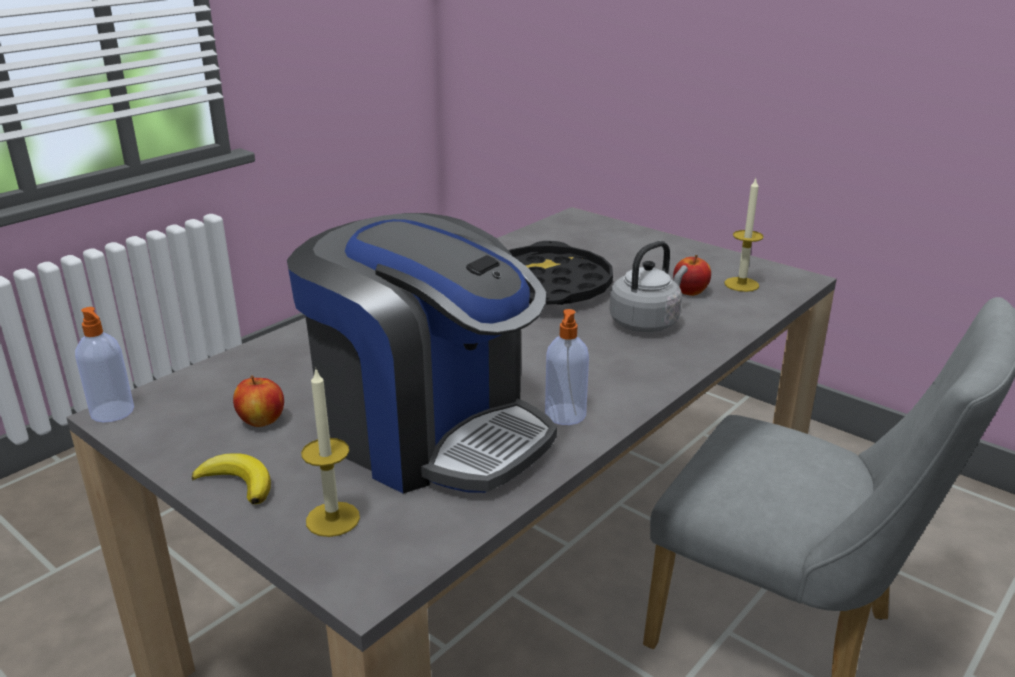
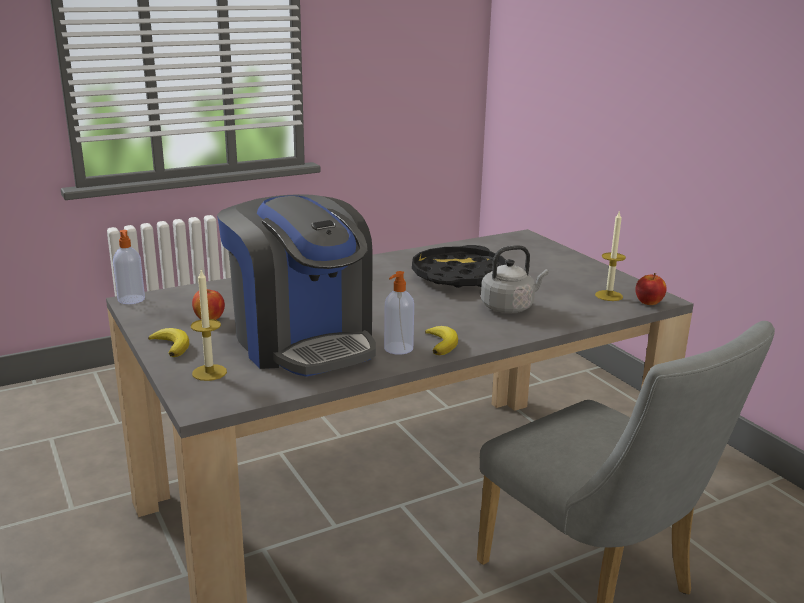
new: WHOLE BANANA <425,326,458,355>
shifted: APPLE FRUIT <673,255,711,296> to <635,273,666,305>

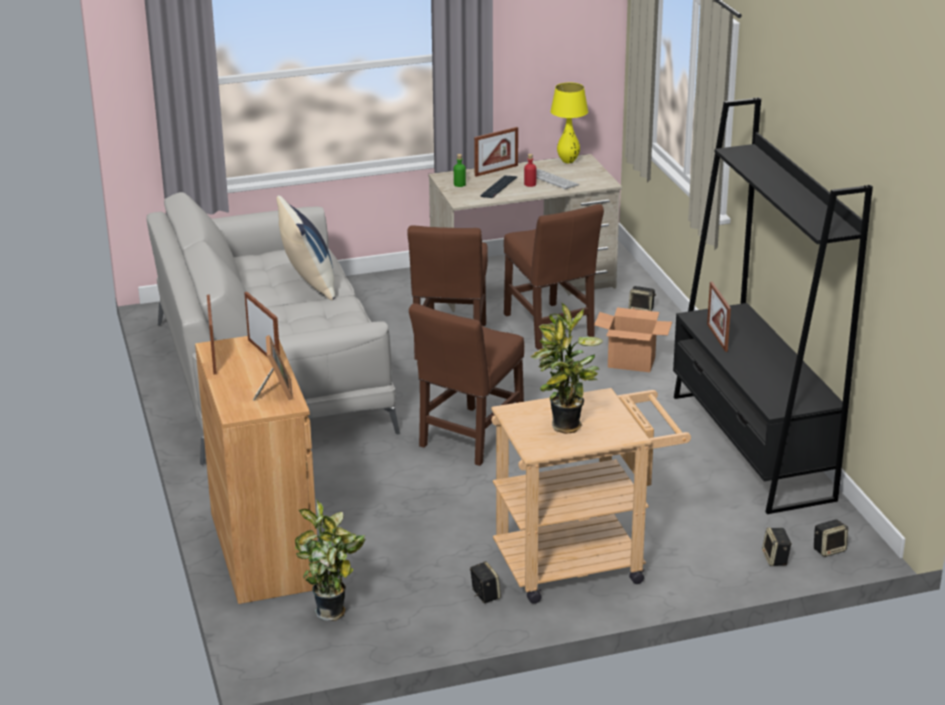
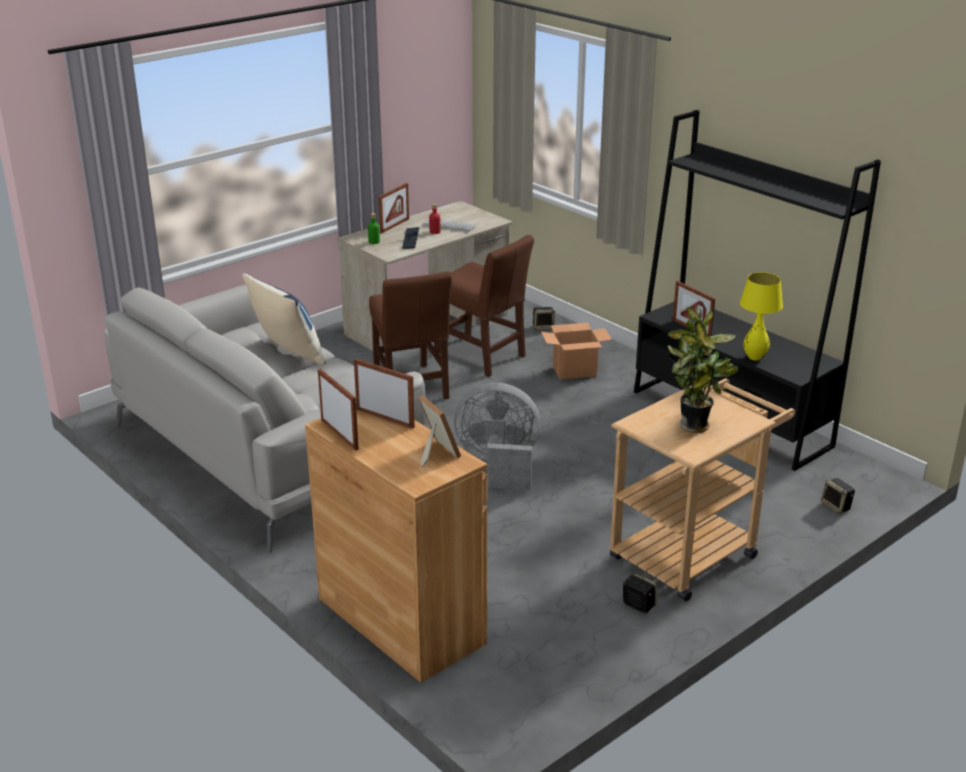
gone: PLANT IN A POT <295,500,365,621>; SPEAKER <814,519,848,557>
shifted: YELLOWISH TABLE LAMP <550,83,588,163> to <740,272,783,361>
swapped: BROWN-COLOURED CHAIR <409,303,524,466> to GREYISH ELECTRIC FAN <454,383,541,490>

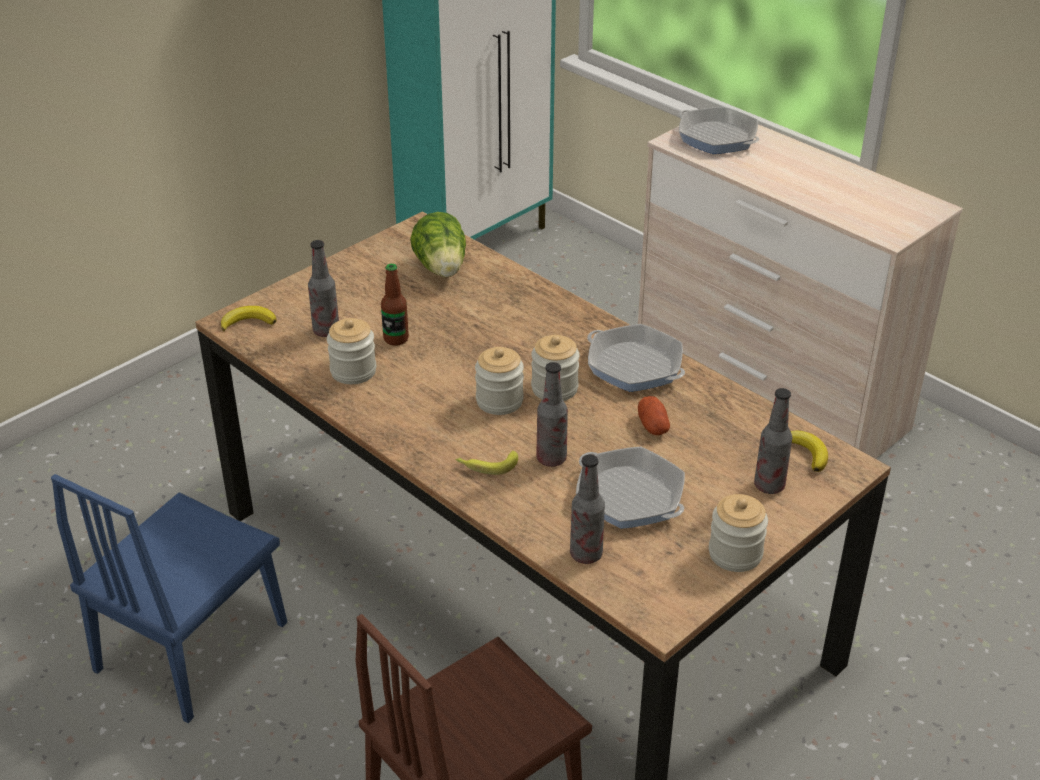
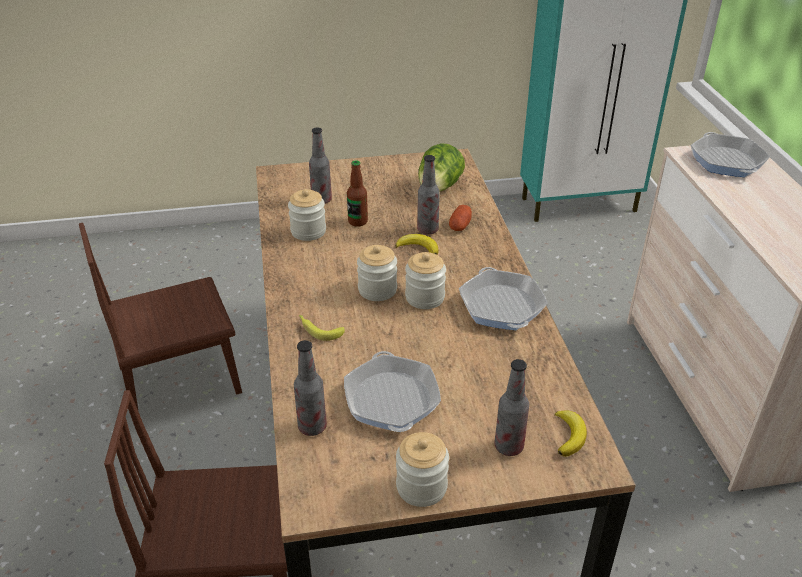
shifted: WHOLE BANANA <221,306,277,331> to <395,234,439,255>; DRINK BOTTLE <536,362,568,467> to <417,155,440,235>; POTATO <638,396,670,435> to <449,205,472,231>
repainted: BLUISH CHAIR <51,474,287,723> to BROWN-COLOURED CHAIR <79,223,242,412>

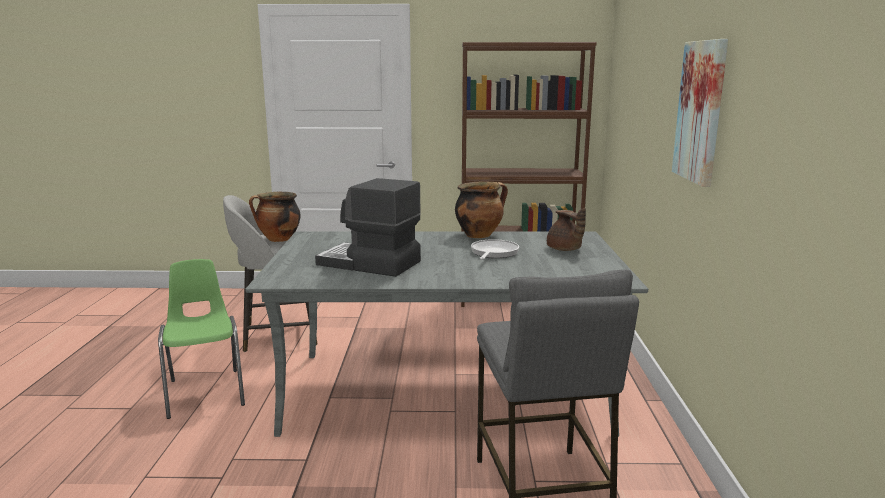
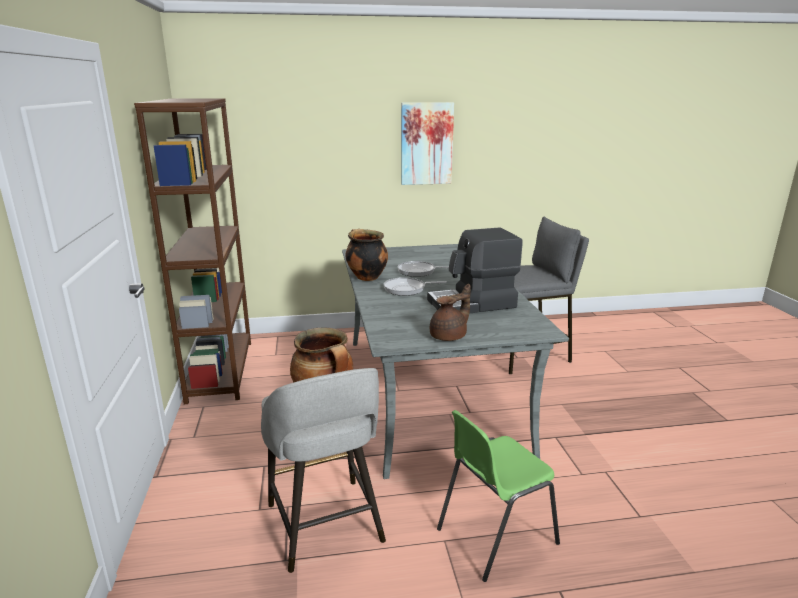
new: PAN <384,277,447,296>
shifted: BROWN-COLOURED TEAPOT <547,208,586,251> to <430,284,471,341>
rotated: COFFEE MAKER <315,178,421,277> = <427,228,523,313> 60 degrees clockwise

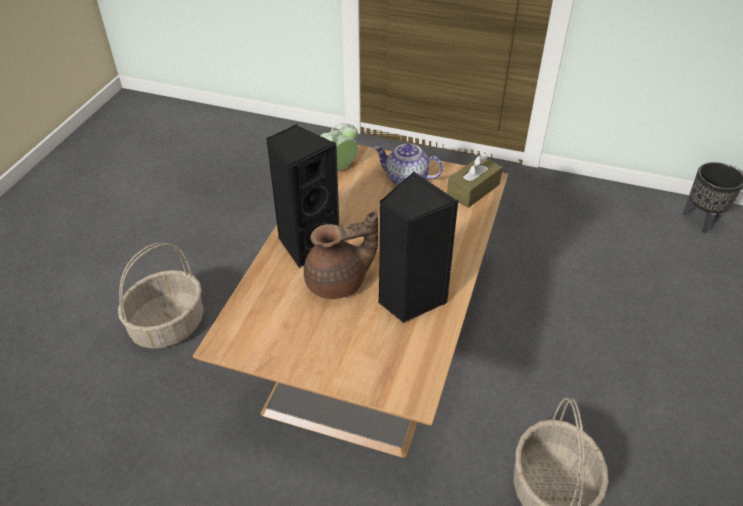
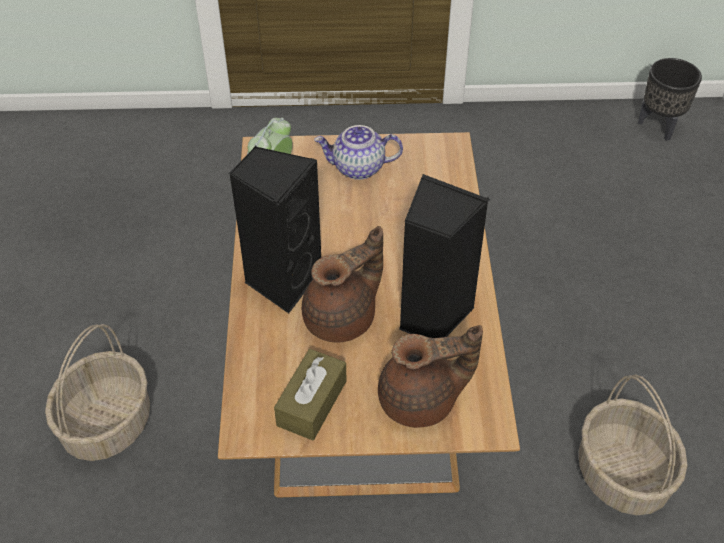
new: BROWN-COLOURED TEAPOT <378,325,483,428>
shifted: BROWN-COLOURED TISSUE HOLDER <447,153,503,208> to <274,349,347,440>

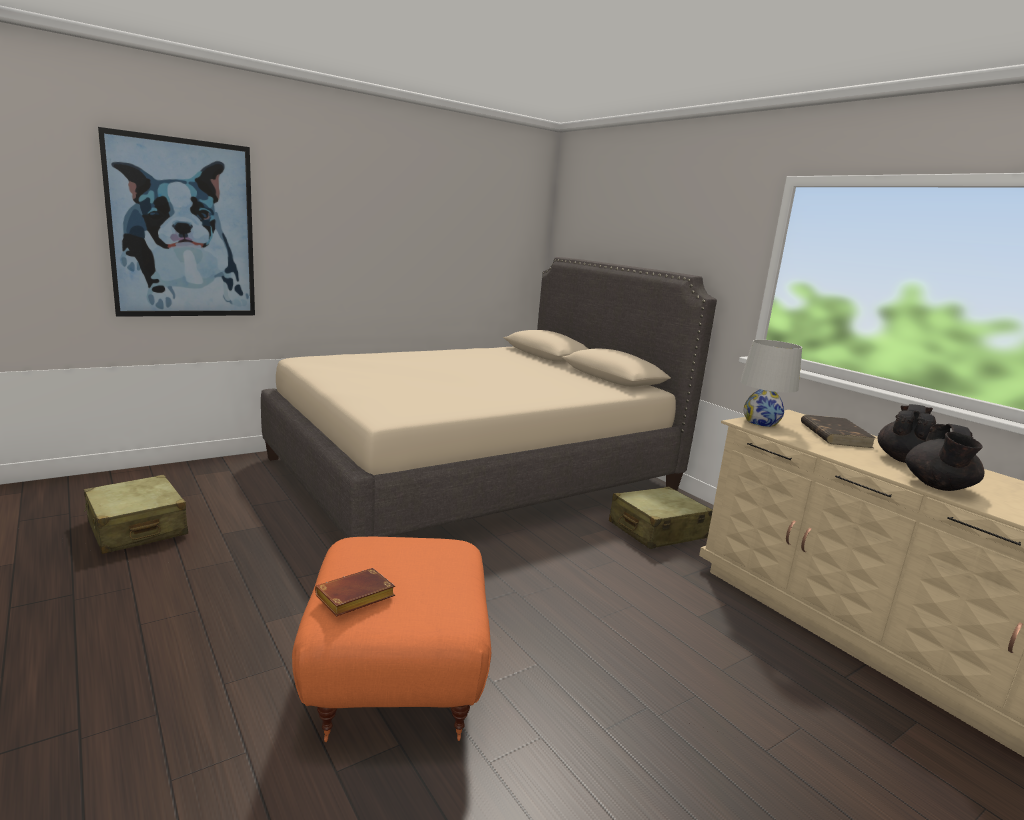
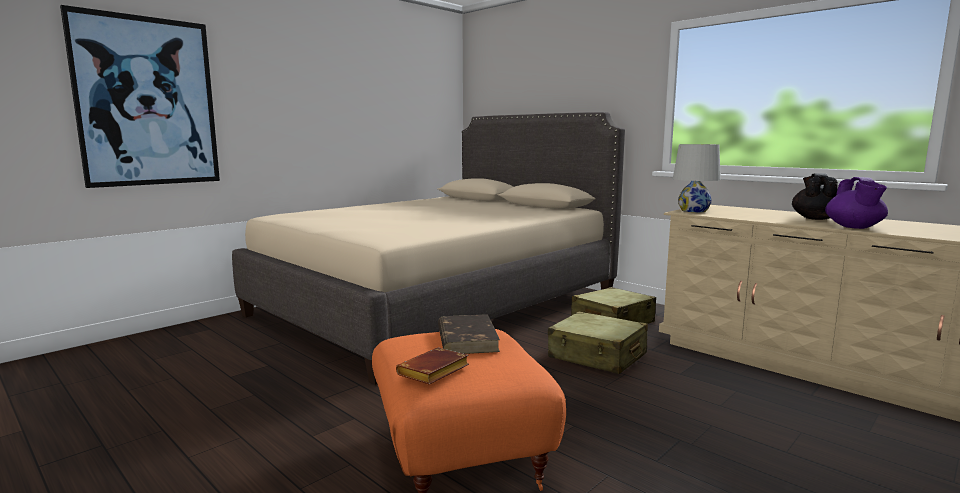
shifted: BROWN-COLOURED VOLUME <801,415,876,448> to <438,314,500,354>; SAND-COLOURED PIECE OF LUGGAGE <84,475,188,554> to <548,312,648,374>
repainted: BLACK-COLOURED TEAPOT <905,424,985,491> to PURPLISH TEAPOT <825,177,888,229>

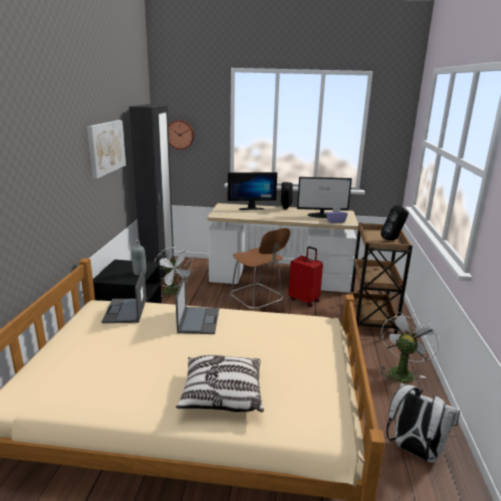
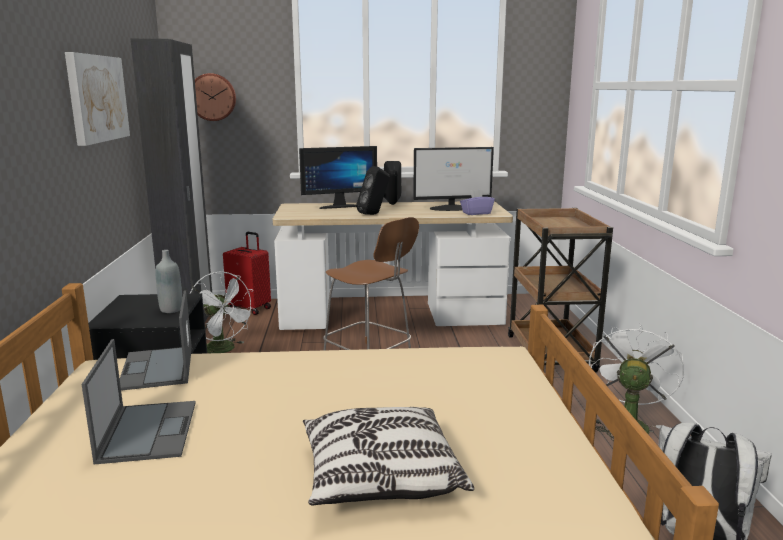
shifted: NOTEBOOK COMPUTER <176,276,219,334> to <82,339,196,464>; RED PIECE OF LUGGAGE <289,246,323,307> to <223,232,271,315>; BLACK-COLOURED SPEAKER <381,205,409,240> to <356,166,390,215>

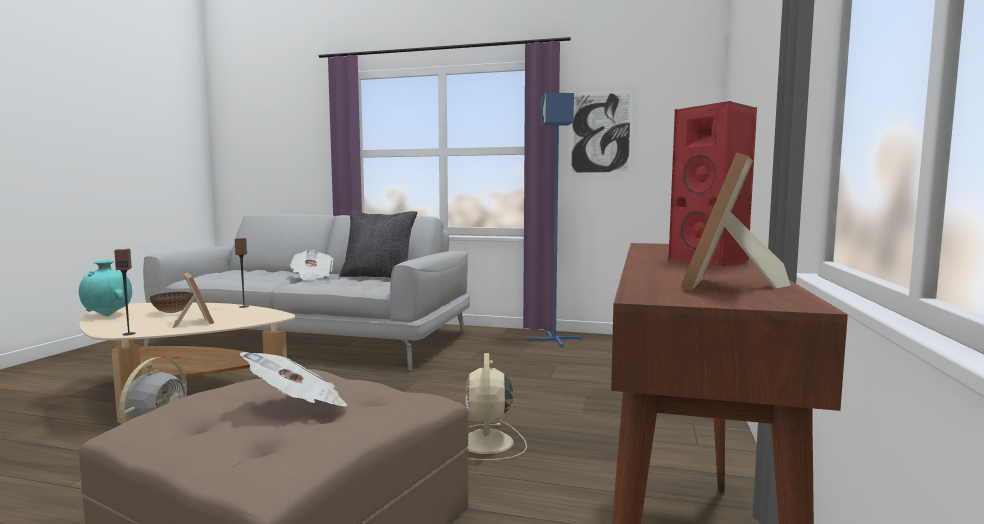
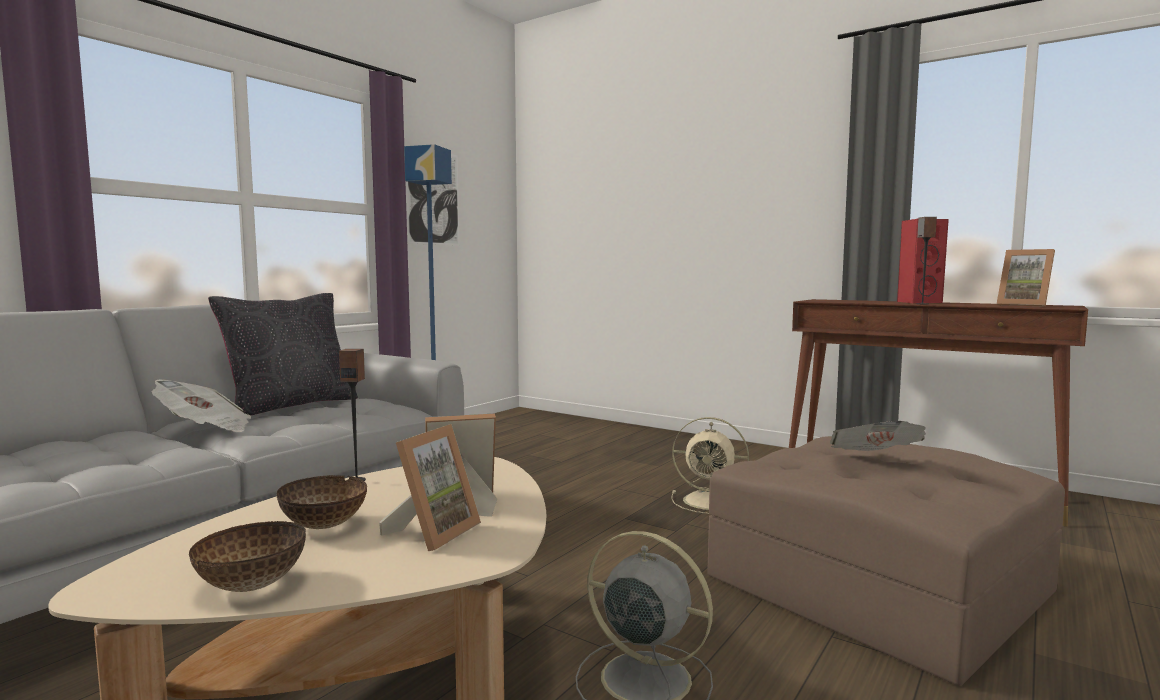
new: PICTURE FRAME <379,424,481,551>
shifted: SPEAKER <114,249,135,335> to <916,217,937,304>
swapped: TURQUOISE-COLOURED VASE <79,260,132,316> to SERVING BOWL <189,521,306,592>

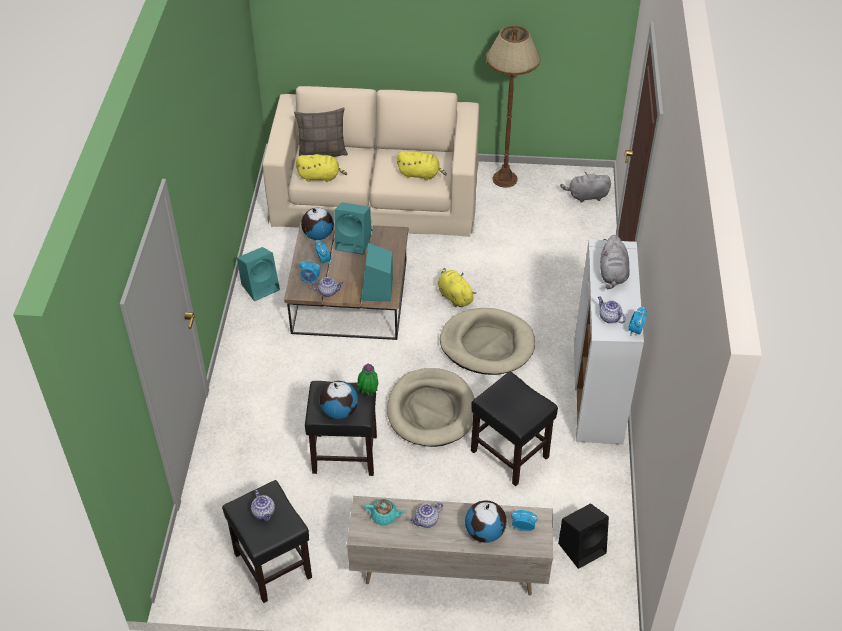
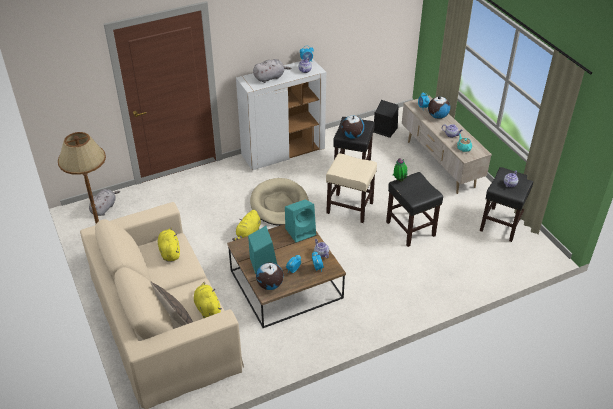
gone: TURQUOISE-COLOURED SPEAKER <237,247,280,301>
shifted: WORLD GLOBE <320,381,358,419> to <341,115,364,139>
swapped: SAND-COLOURED PET BED <387,368,475,447> to SAND-COLOURED STOOL SEAT <326,153,377,223>
rotated: GREYISH SOFT TOY <560,172,611,203> = <89,189,120,216> 120 degrees counterclockwise

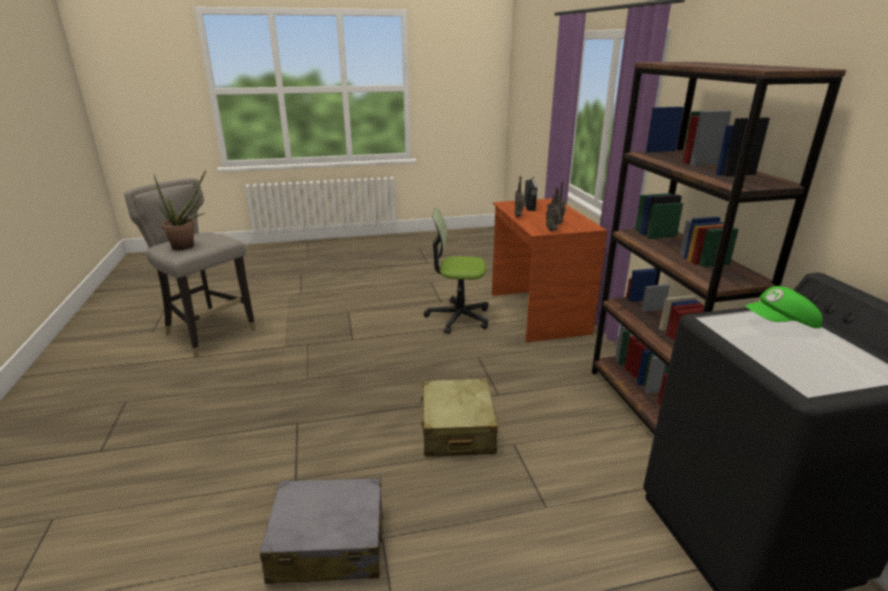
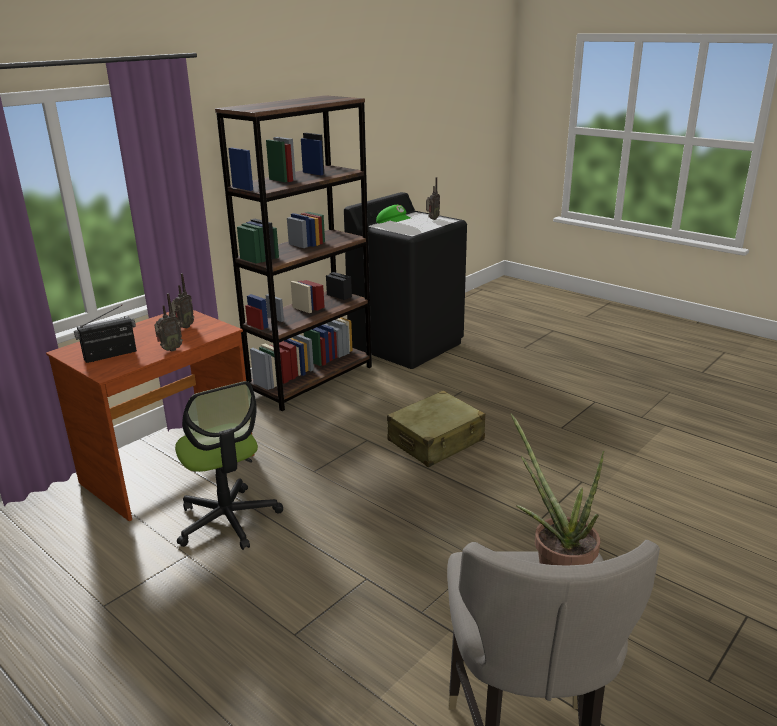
gone: GREYISH PIECE OF LUGGAGE <260,478,383,584>
shifted: RADIO RECEIVER <546,187,561,232> to <426,177,440,220>

